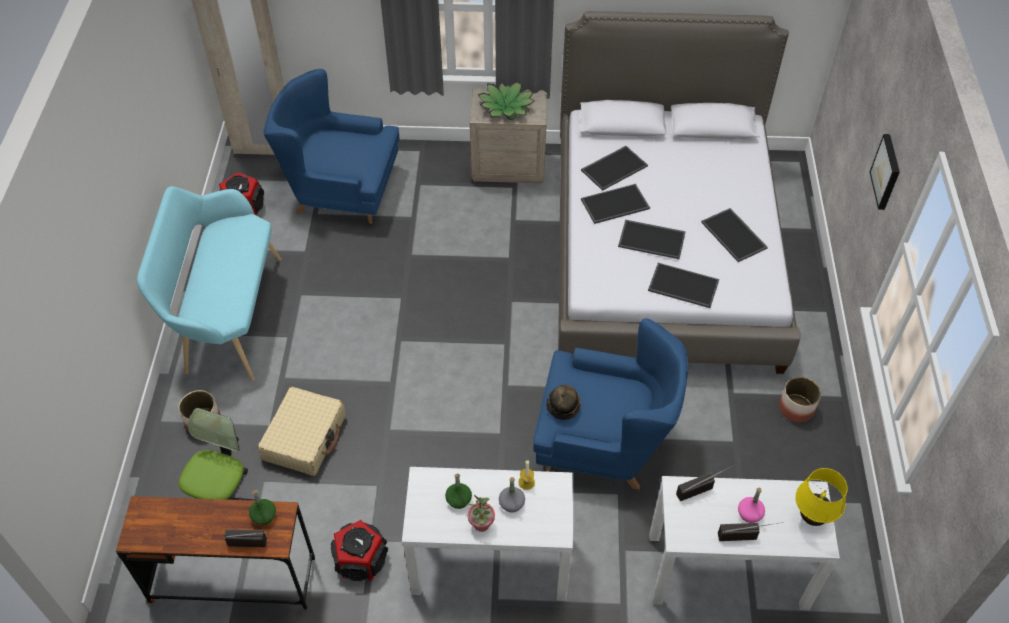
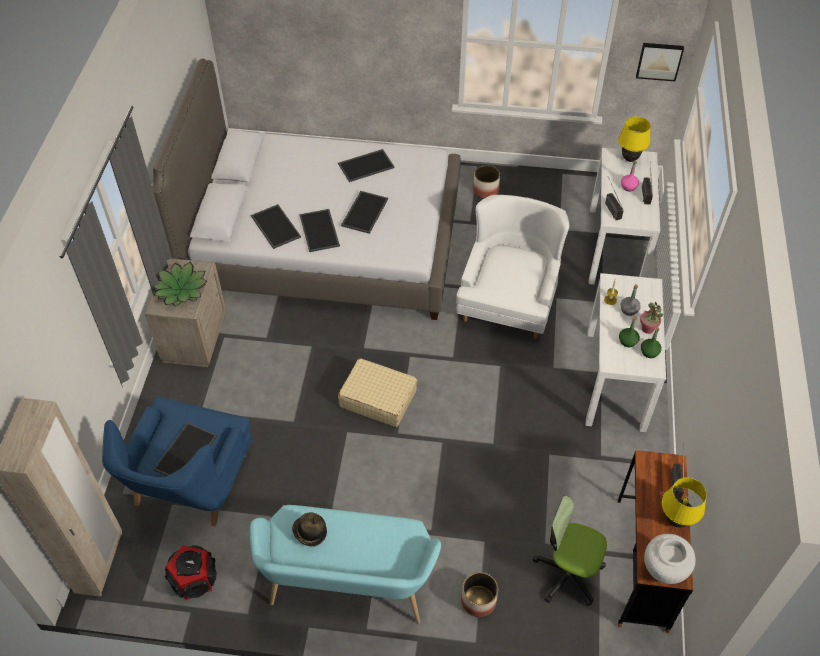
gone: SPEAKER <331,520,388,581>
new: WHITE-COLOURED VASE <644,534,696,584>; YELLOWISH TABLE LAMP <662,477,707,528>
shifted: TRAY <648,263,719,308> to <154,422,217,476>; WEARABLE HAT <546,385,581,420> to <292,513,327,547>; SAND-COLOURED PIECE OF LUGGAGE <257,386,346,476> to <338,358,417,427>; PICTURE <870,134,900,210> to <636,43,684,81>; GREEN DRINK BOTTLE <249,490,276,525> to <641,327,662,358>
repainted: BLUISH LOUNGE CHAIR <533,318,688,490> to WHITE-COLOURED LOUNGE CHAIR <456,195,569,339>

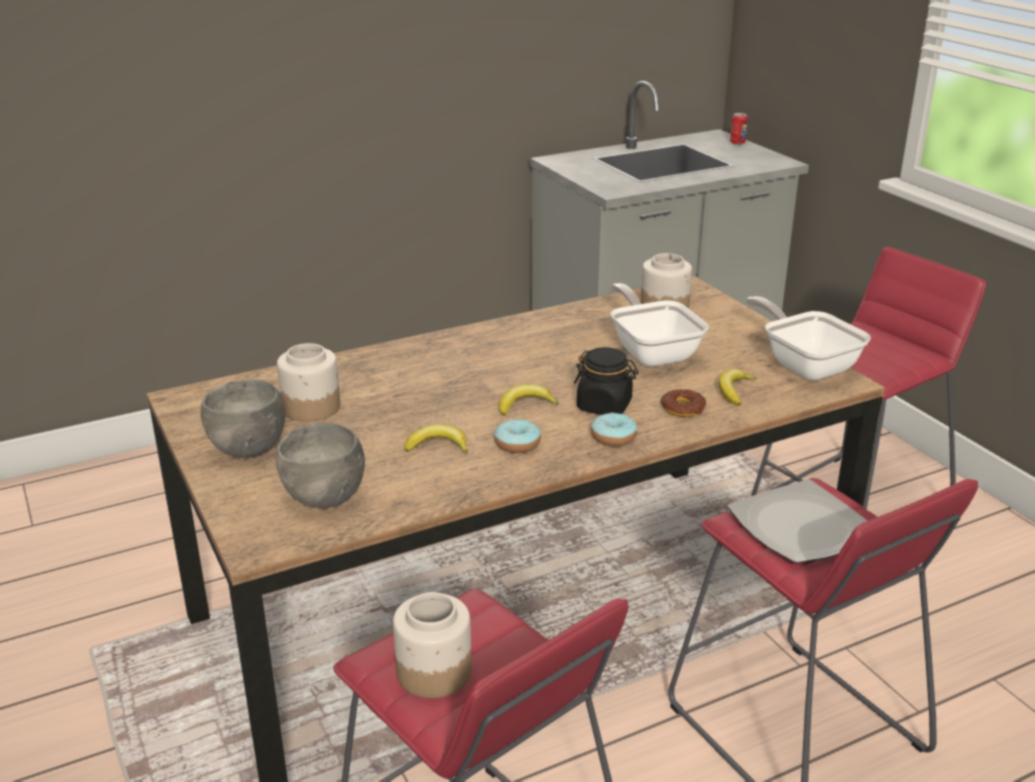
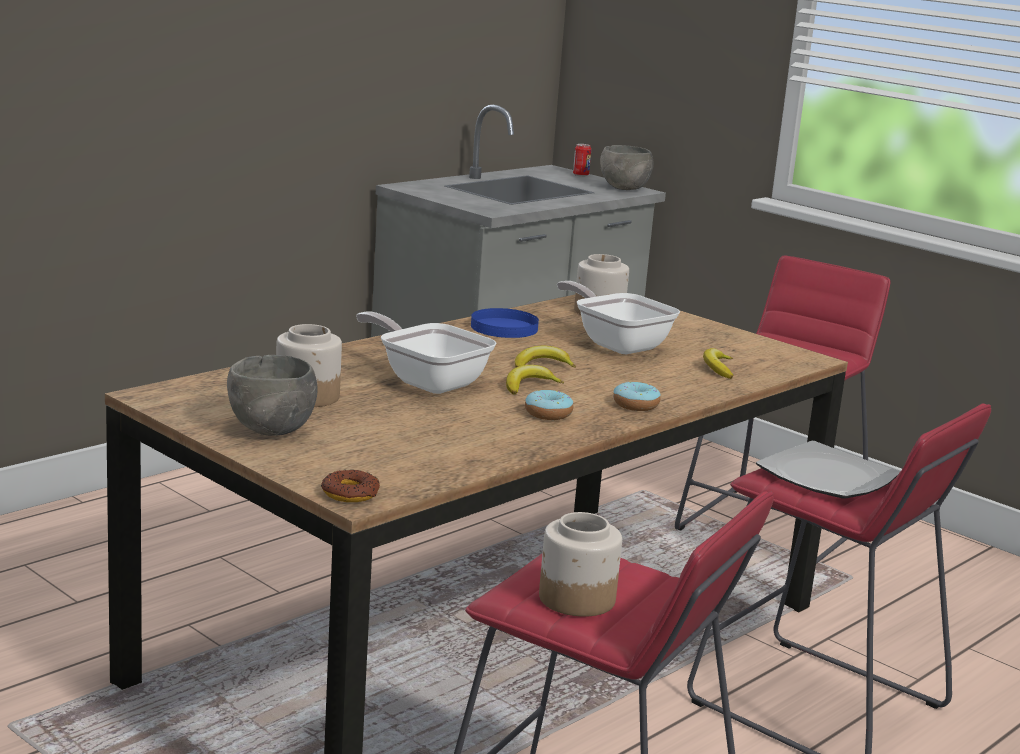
gone: BLACK-COLOURED STORAGE JAR <574,347,639,415>
new: BLUISH PLATE <471,308,539,338>
shifted: DOUGHNUT <661,389,706,417> to <321,470,380,502>; PAN <747,296,871,381> to <356,311,496,394>; WHOLE BANANA <404,424,468,454> to <515,346,576,368>; GREYISH SERVING BOWL <276,423,365,508> to <600,145,654,190>

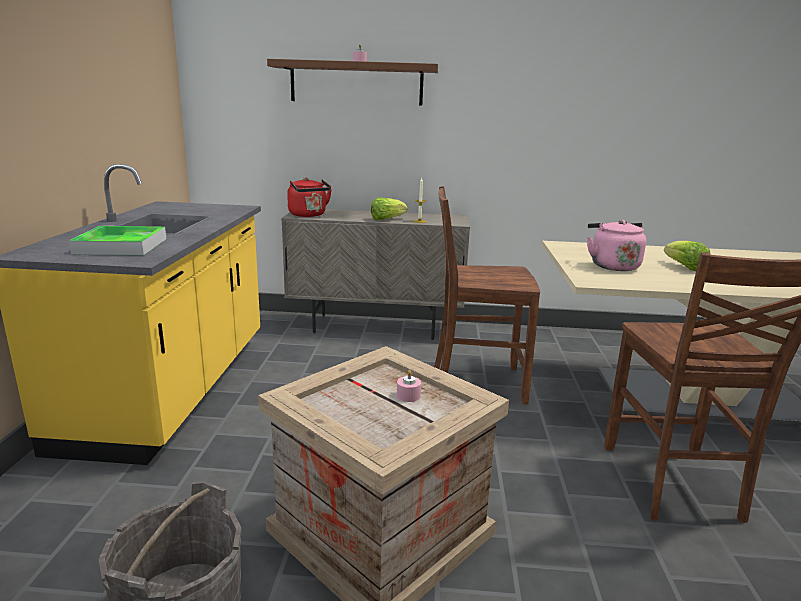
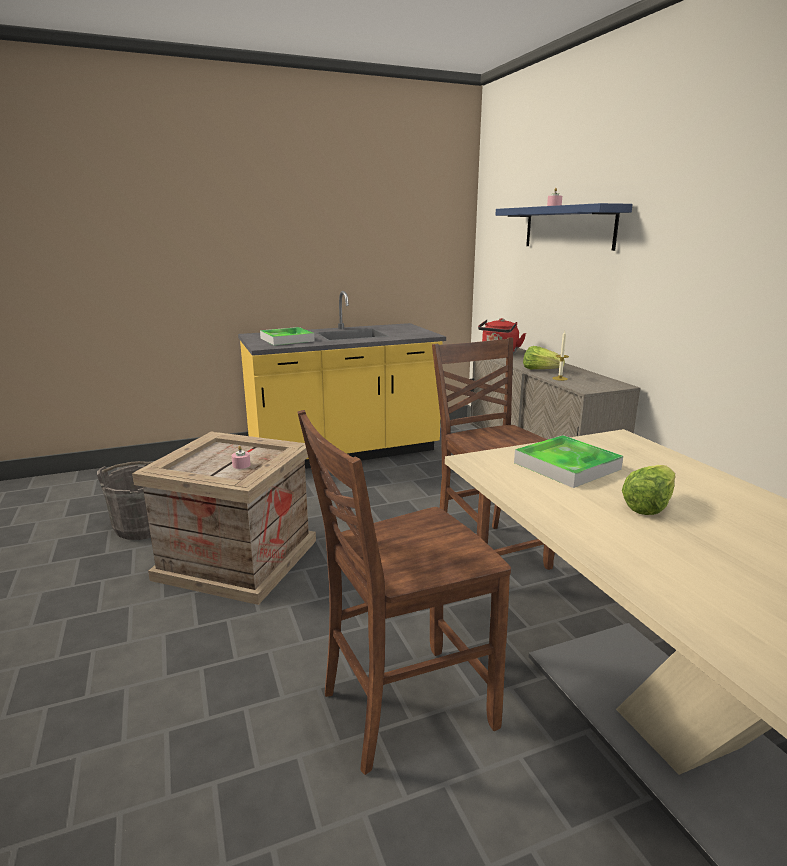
swapped: PINK WATER KETTLE <587,220,646,271> to TRAY <514,435,623,488>
repainted: BROWN-COLOURED BRACKET SHELF <267,59,438,105> to BLUISH BRACKET SHELF <495,203,633,251>

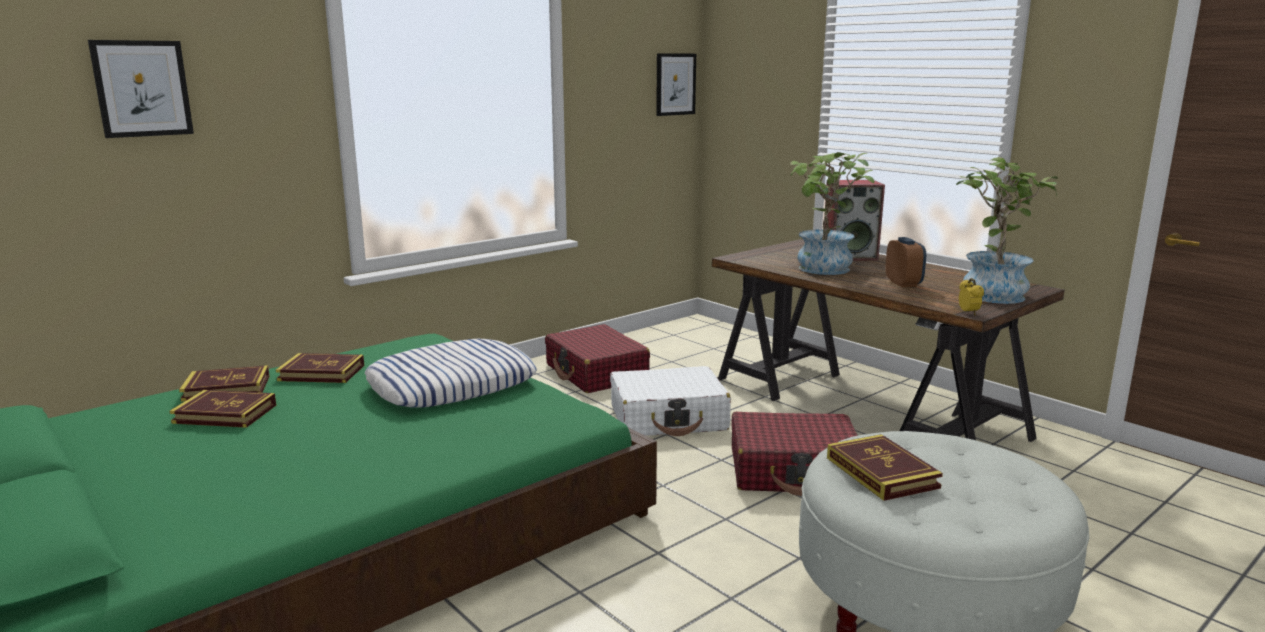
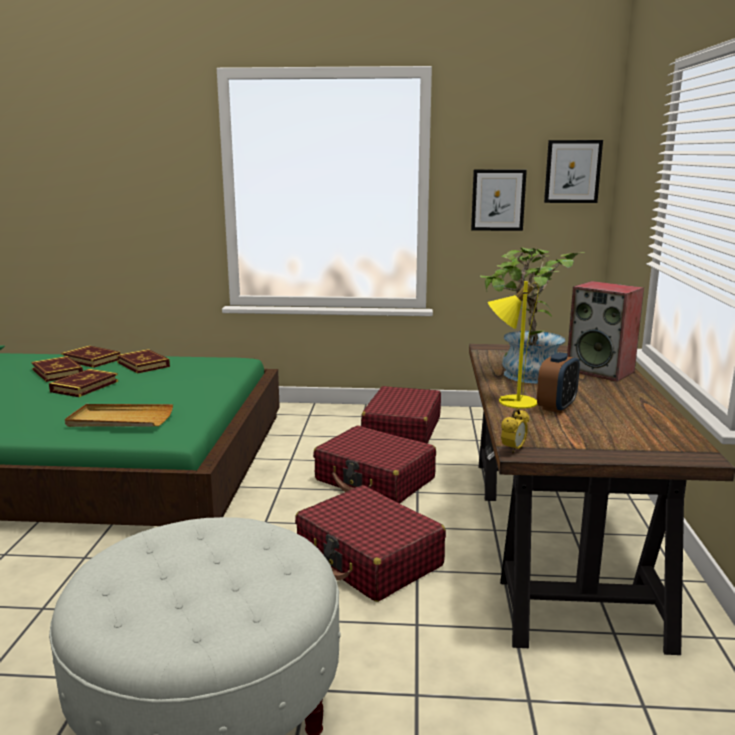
gone: THROW PILLOW <365,339,537,408>; PLANT IN A POT <956,157,1058,304>
new: SAND-COLOURED TRAY <65,404,173,427>; YELLOWISH TABLE LAMP <488,281,539,409>
shifted: VOLUME <827,434,943,501> to <49,369,118,397>; PICTURE <88,40,194,138> to <471,170,527,231>
repainted: WHITE-COLOURED PIECE OF LUGGAGE <610,366,731,436> to RED PIECE OF LUGGAGE <313,426,436,504>

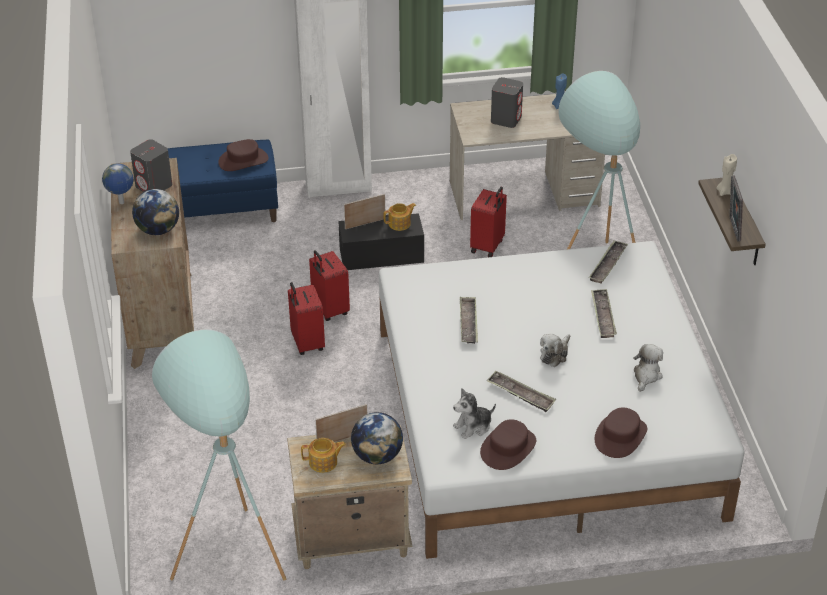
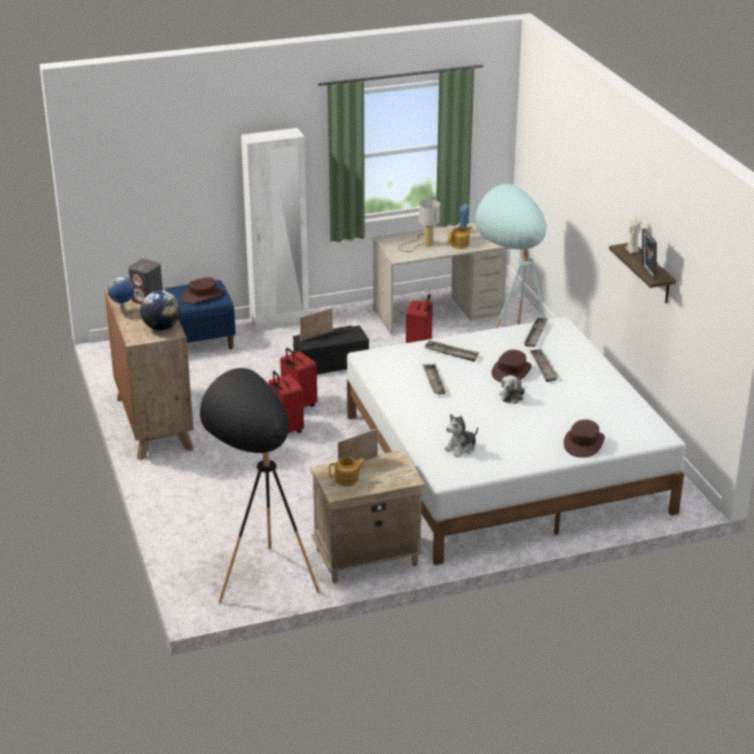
gone: WORLD GLOBE <351,412,403,464>; SOFT TOY <633,344,663,392>
shifted: TRAY <487,371,556,412> to <424,340,480,362>; TEAPOT <383,203,416,231> to <448,226,472,249>; BROWN-COLOURED WEARABLE HAT <480,419,536,470> to <491,350,532,383>
swapped: GREYISH SPEAKER <491,77,523,128> to TABLE LAMP <399,199,440,252>
repainted: TURQUOISE-COLOURED STANDING LAMP <152,329,286,581> to BLACK-COLOURED STANDING LAMP <200,368,320,603>

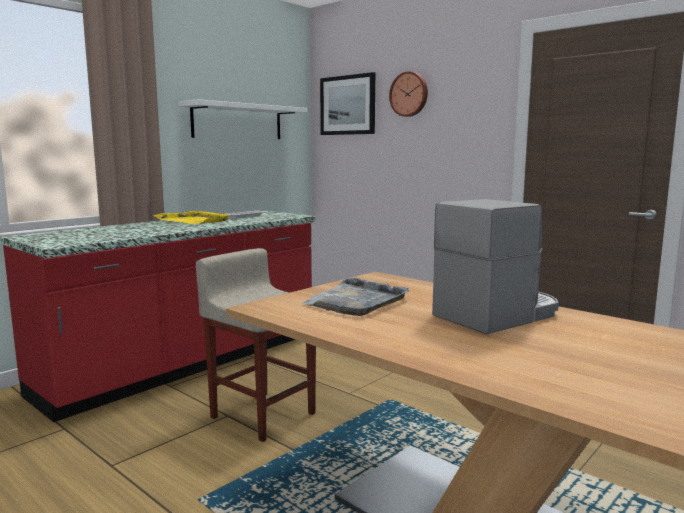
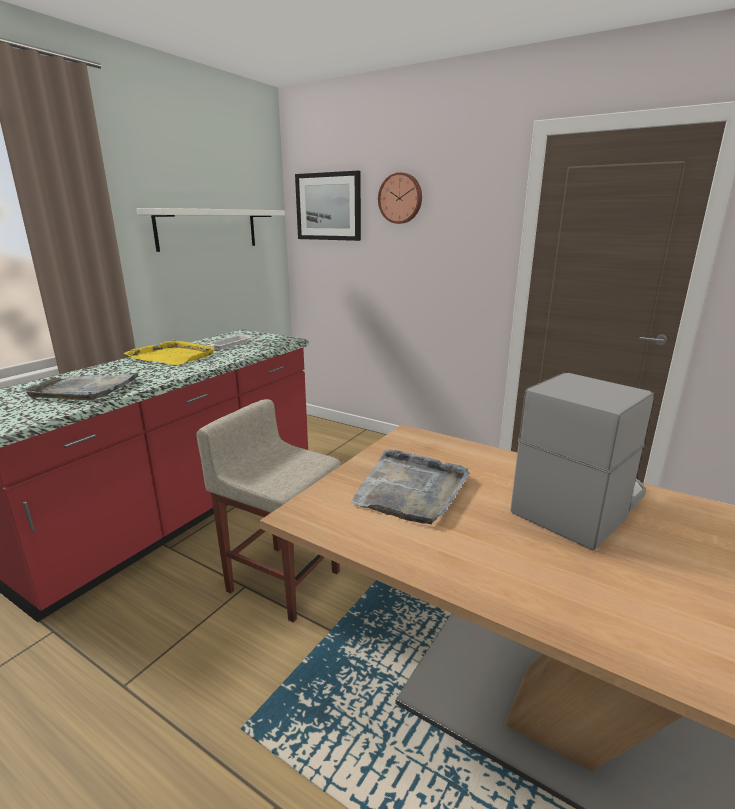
new: GREYISH TRAY <23,372,140,400>

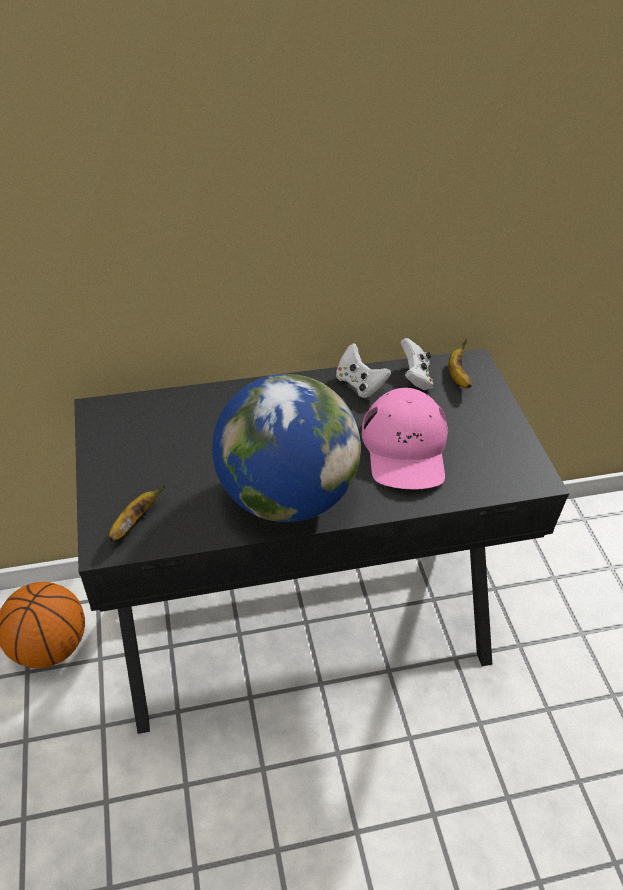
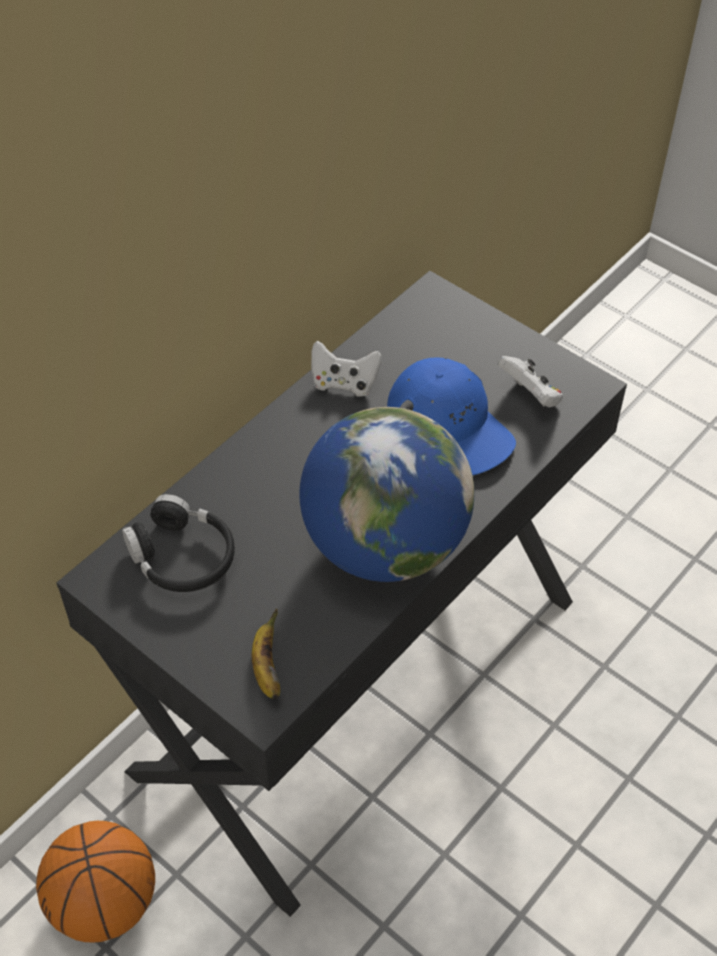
gone: WHOLE BANANA <448,339,472,388>
new: BLACK-COLOURED HEADPHONES <122,494,235,592>
shifted: WHITE-COLOURED GAMEPAD <400,338,433,390> to <498,356,563,408>
repainted: PINK BASEBALL CAP <362,388,448,489> to BLUISH BASEBALL CAP <387,357,516,475>

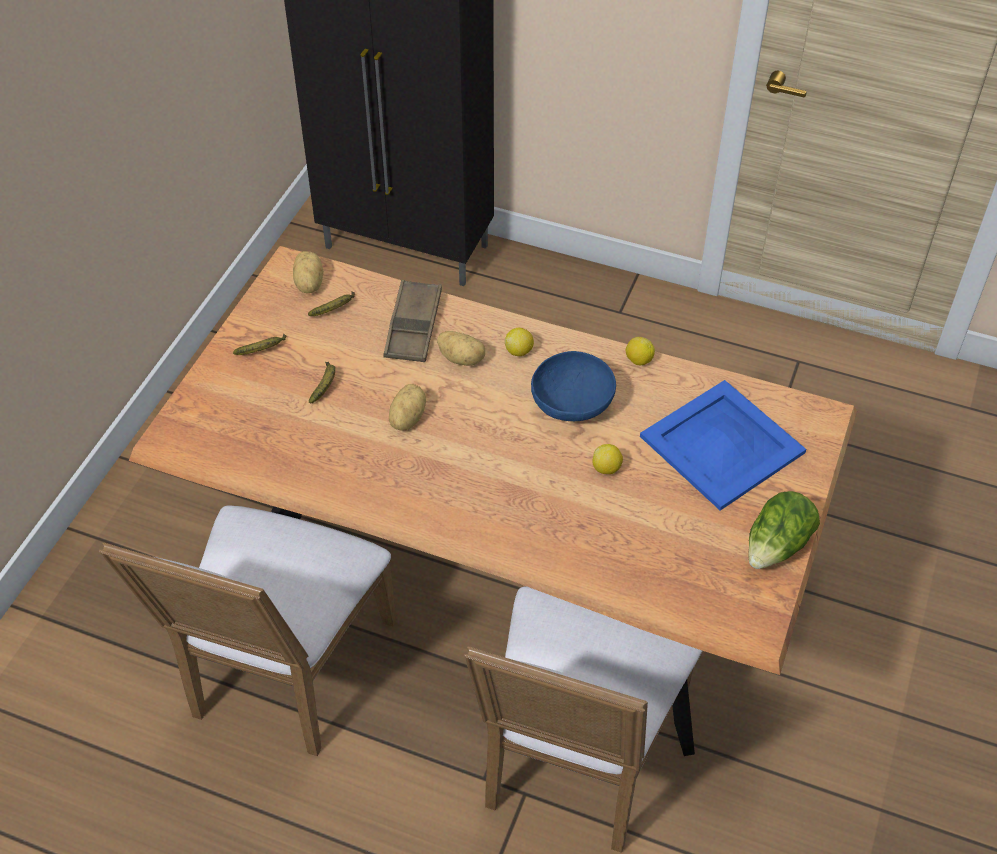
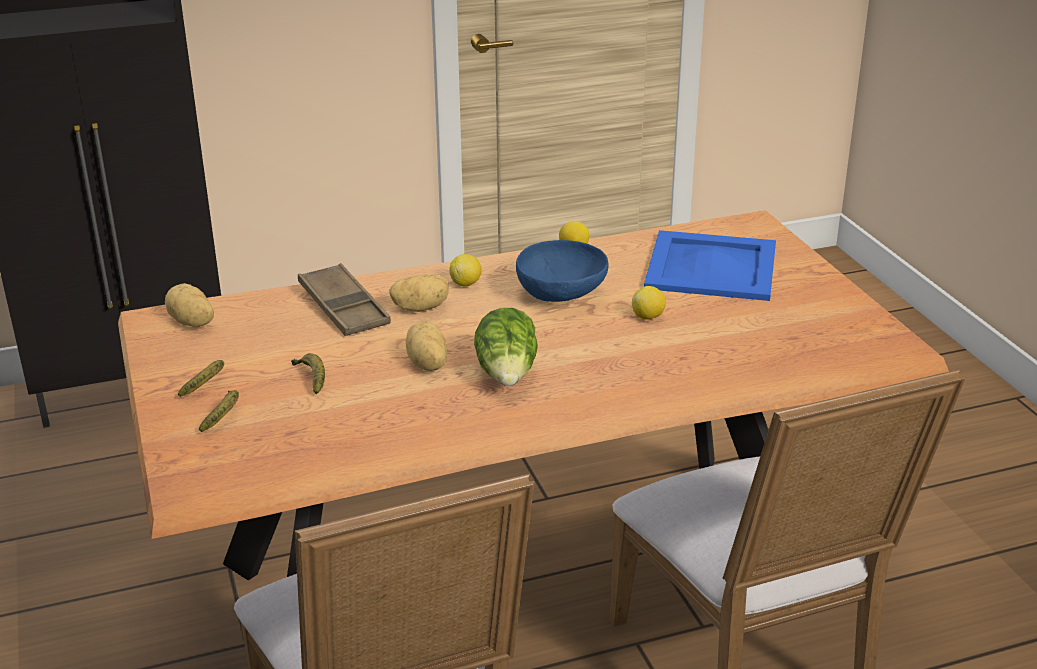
shifted: WHOLE BANANA <308,291,355,316> to <199,390,239,432>; LETTUCE HEAD <748,491,820,569> to <474,308,538,386>

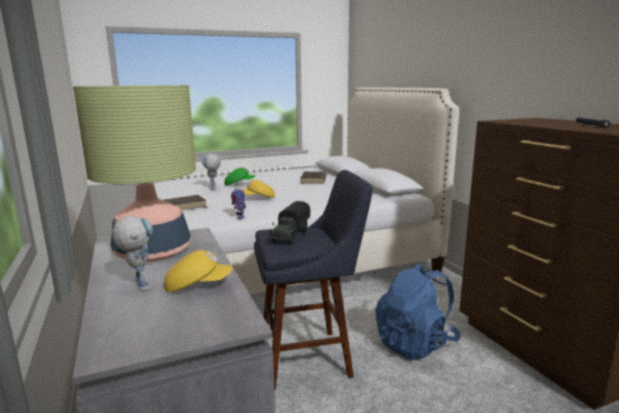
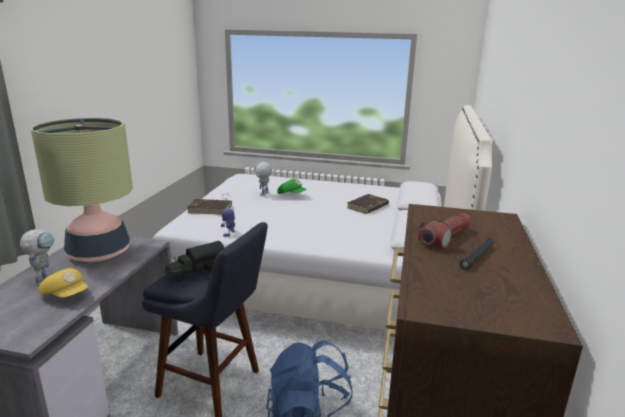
gone: YELLOWISH BASEBALL CAP <242,180,275,198>
new: FLASHLIGHT <418,213,471,248>

